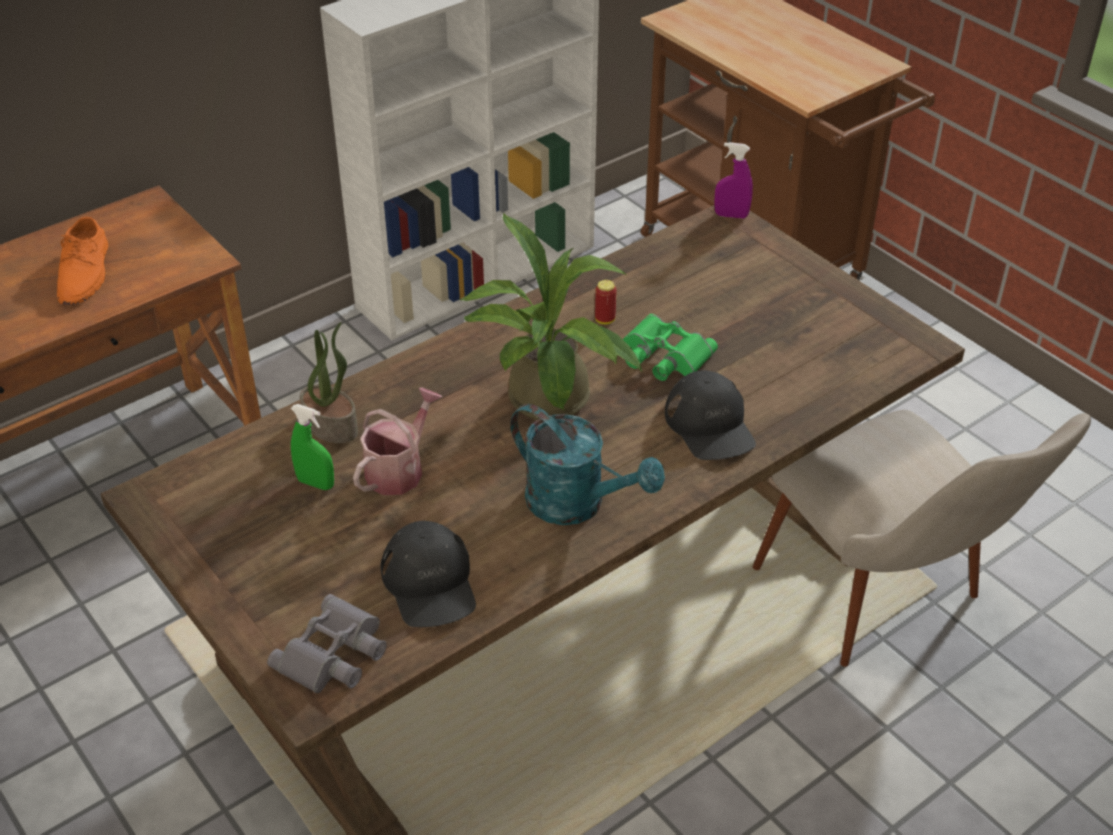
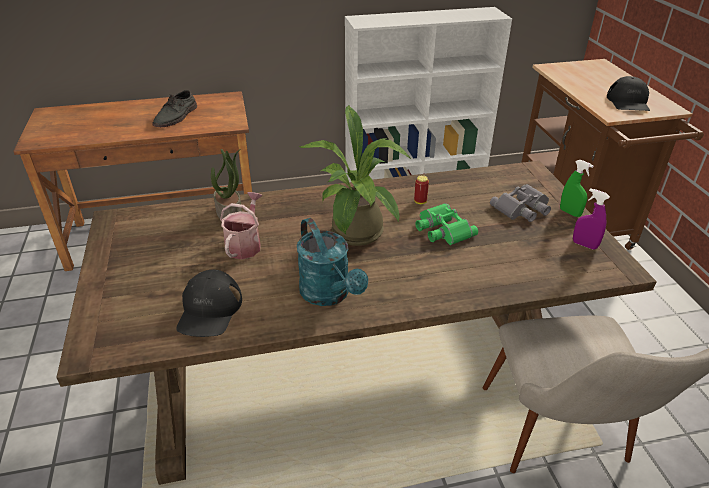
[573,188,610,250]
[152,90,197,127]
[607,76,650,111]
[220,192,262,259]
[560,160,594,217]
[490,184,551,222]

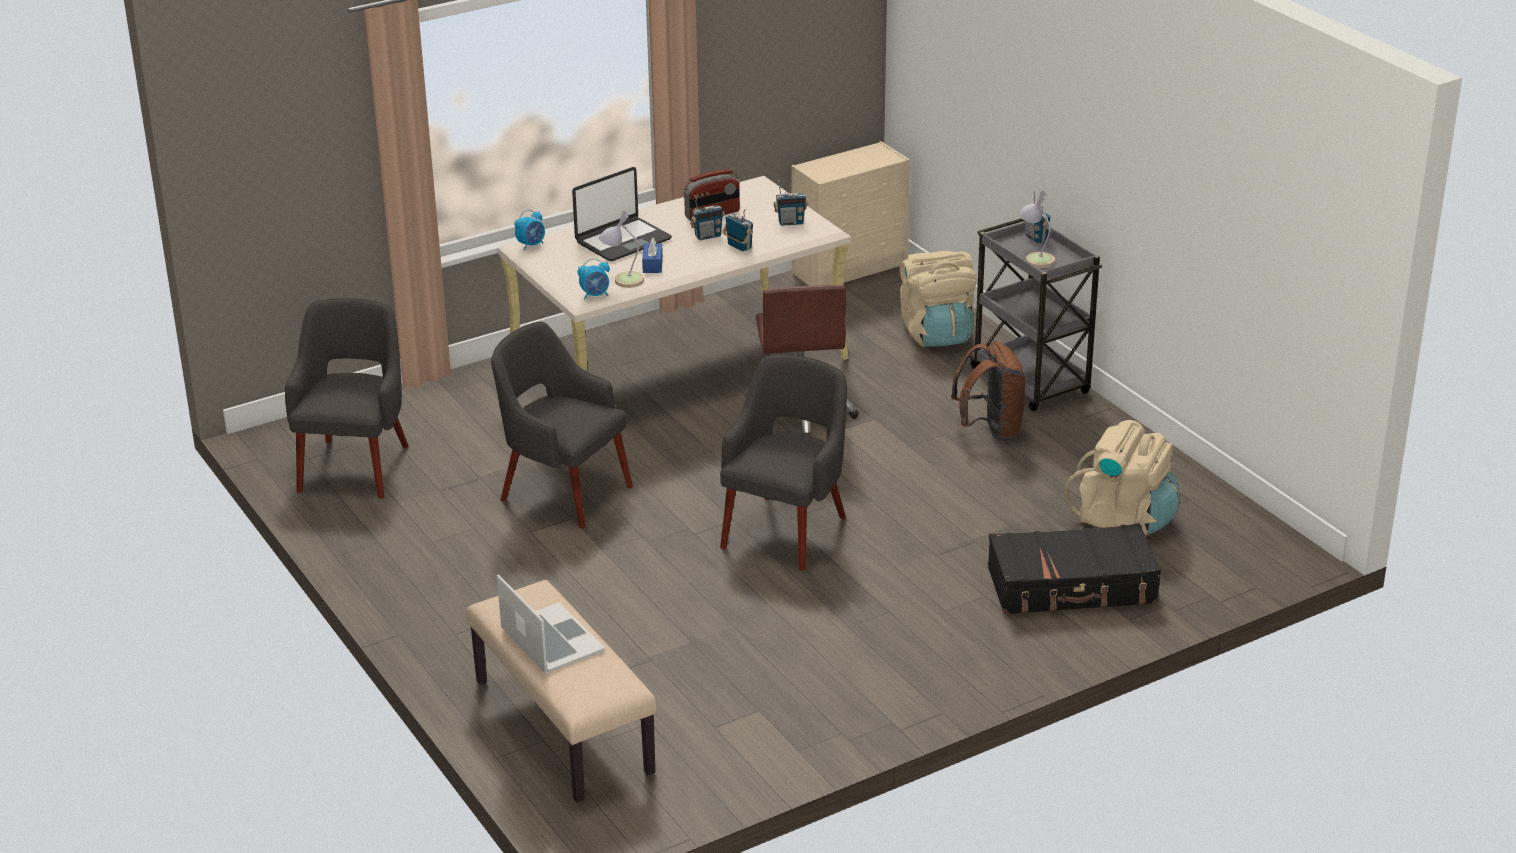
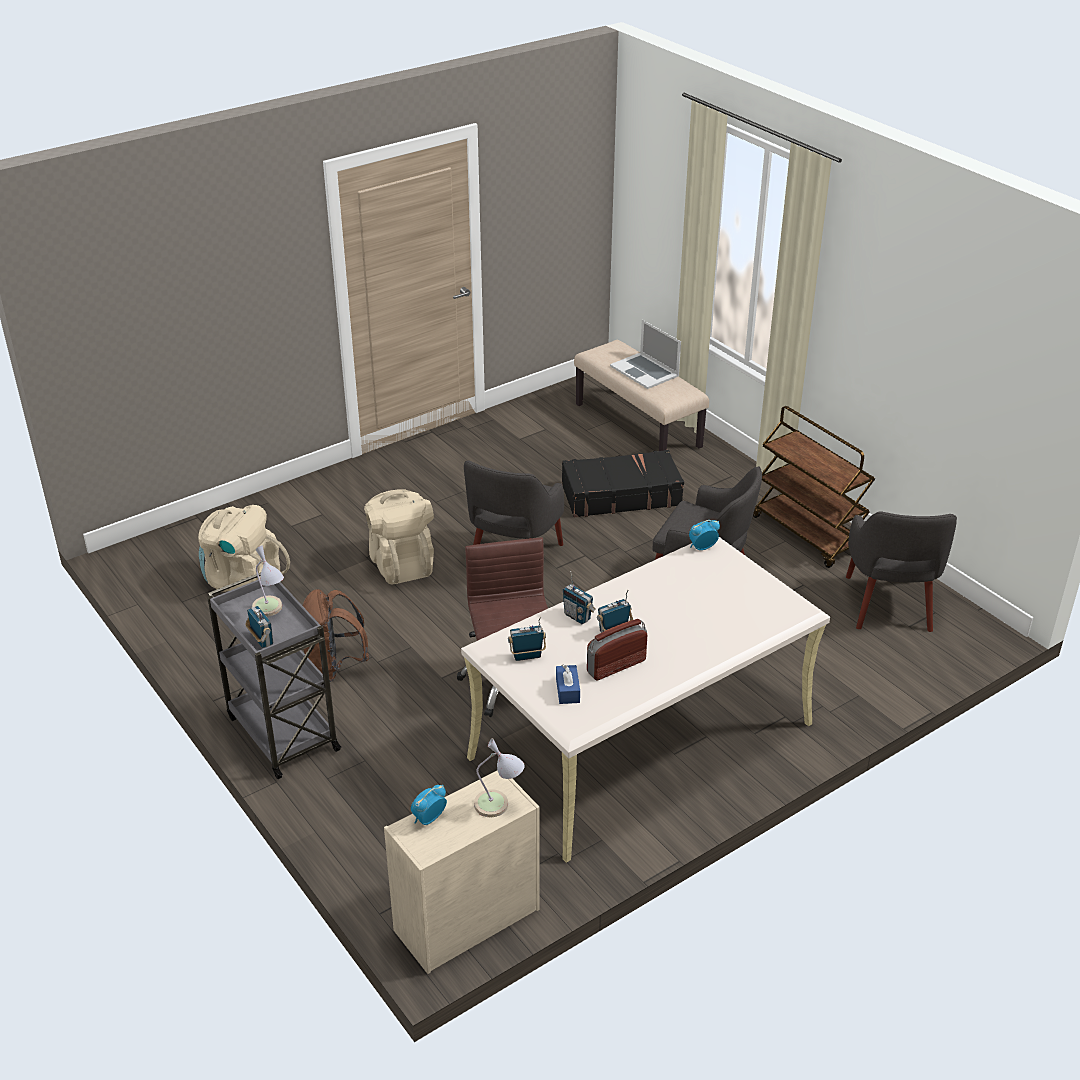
[572,167,672,261] (first image)
[411,785,447,825]
[474,738,525,817]
[556,664,580,704]
[364,489,434,584]
[562,450,684,517]
[753,406,875,568]

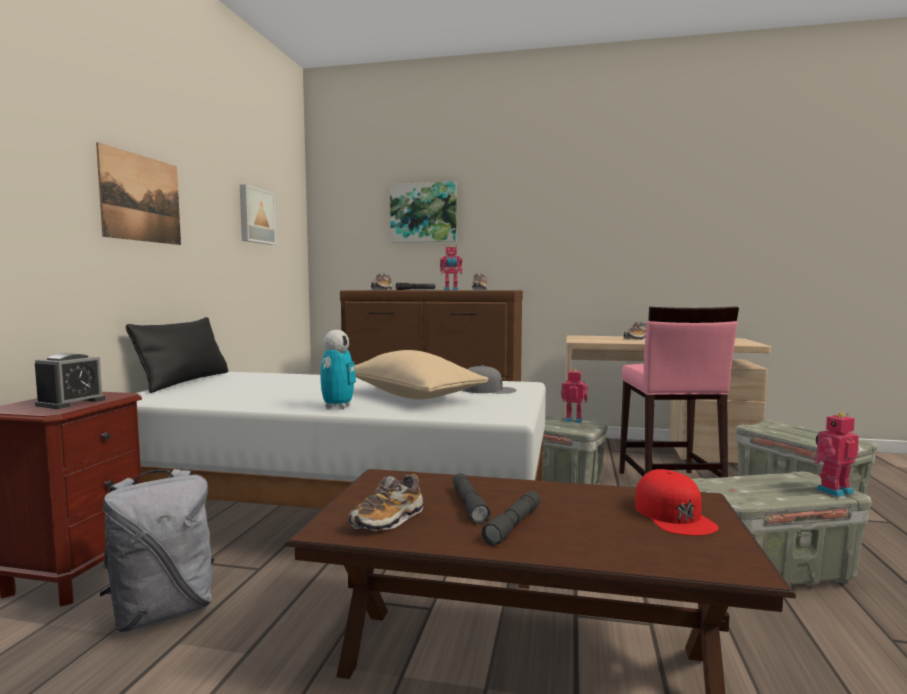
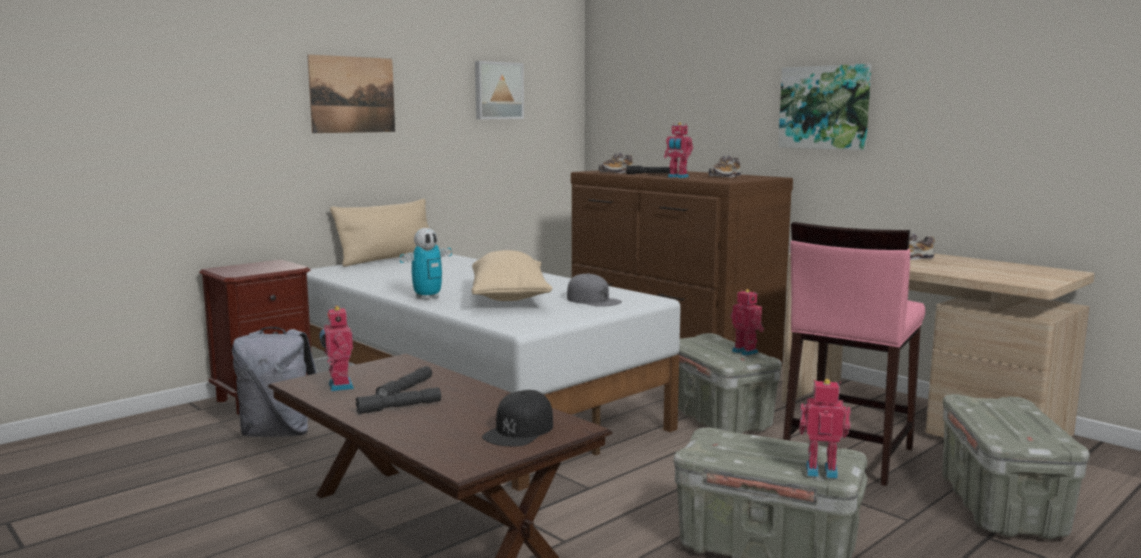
[778,64,872,150]
[330,199,429,267]
[35,353,105,409] (first image)
[482,390,553,446]
[319,305,354,391]

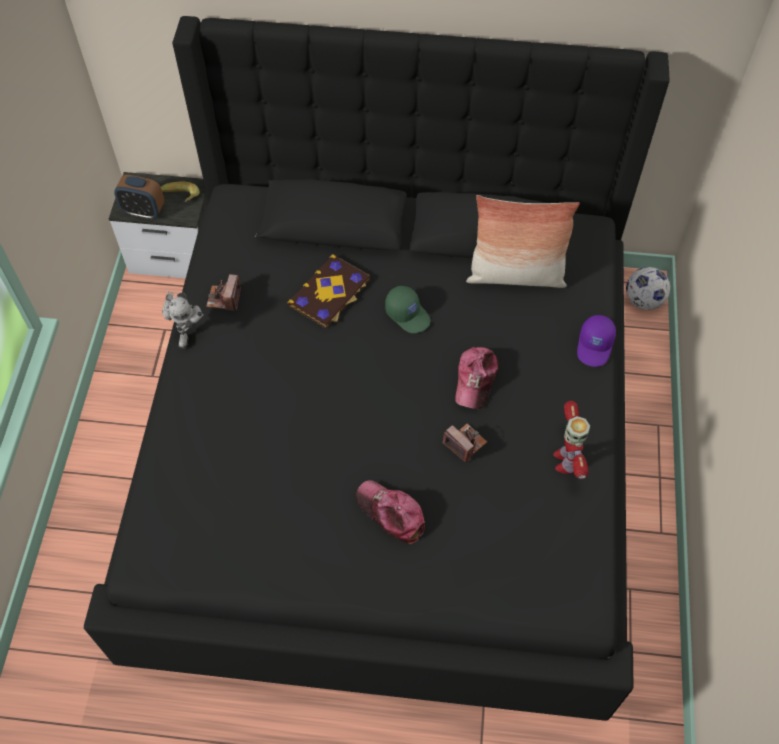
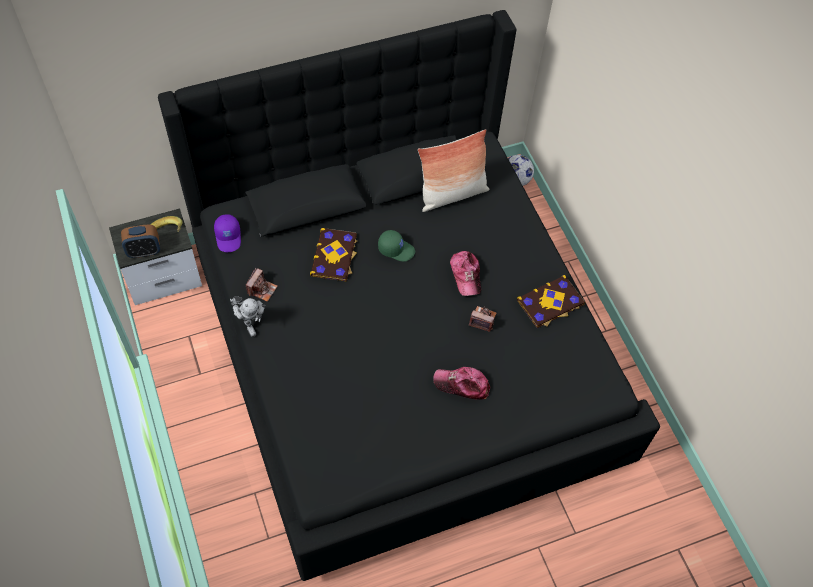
[246,268,278,302]
[214,214,241,252]
[517,275,585,328]

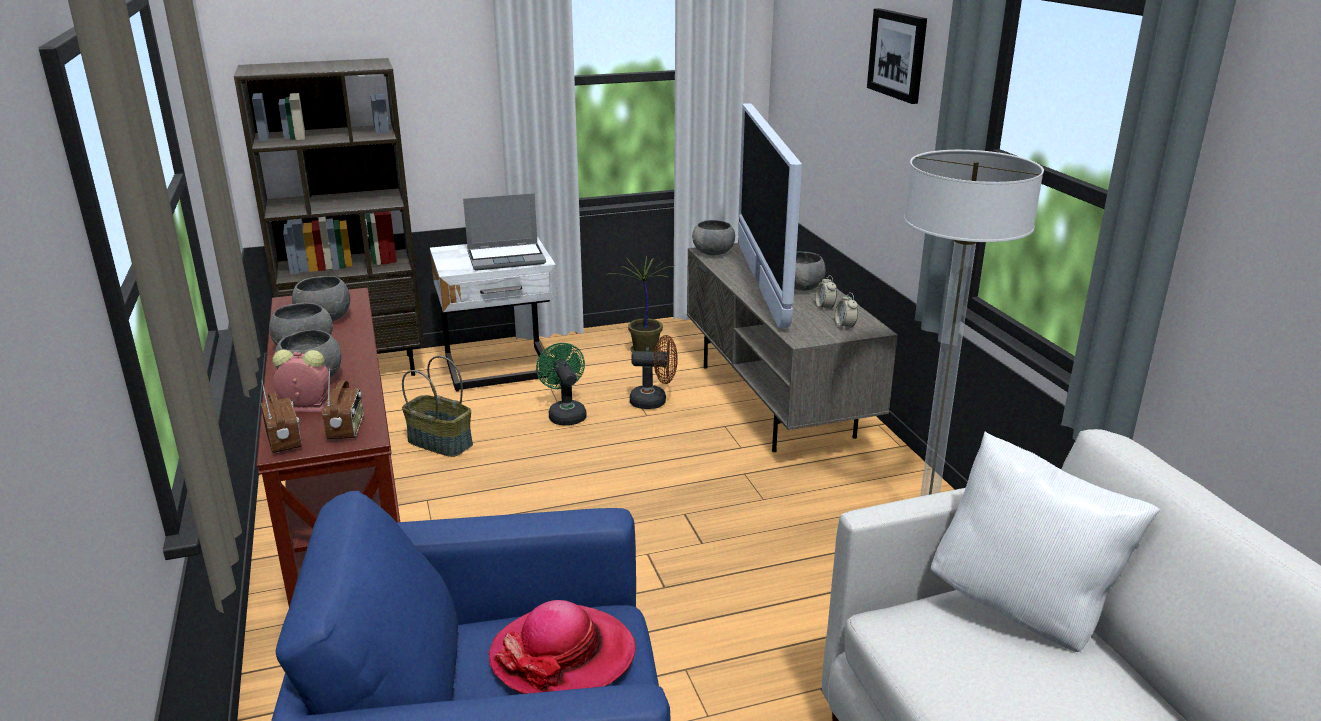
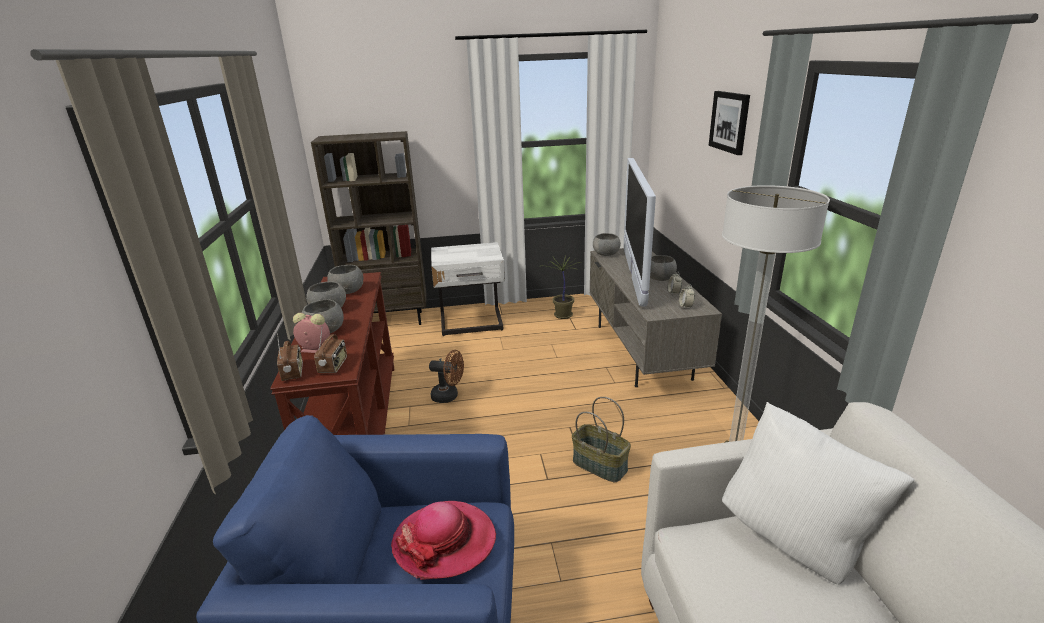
[463,193,546,271] (first image)
[429,350,464,403]
[536,343,586,426] (first image)
[572,397,631,482]

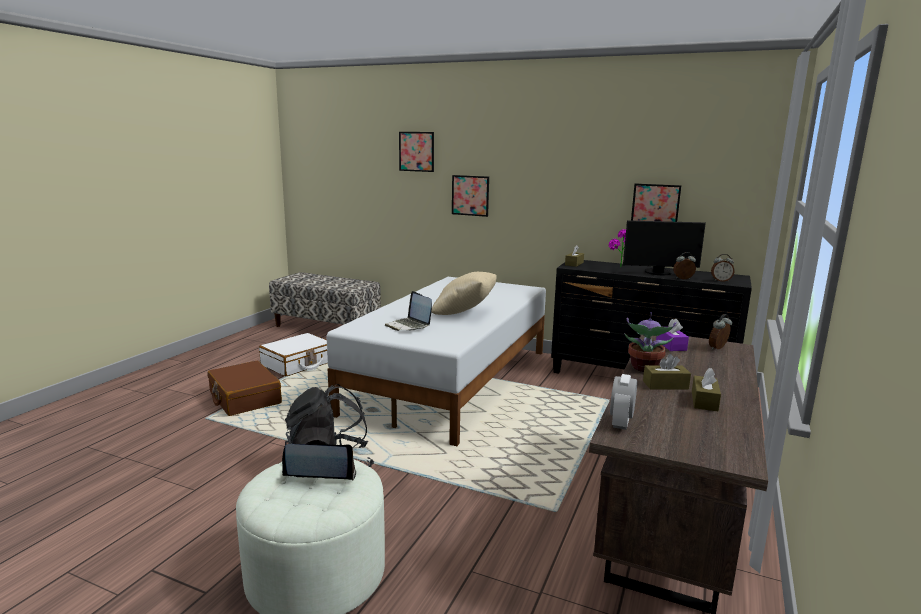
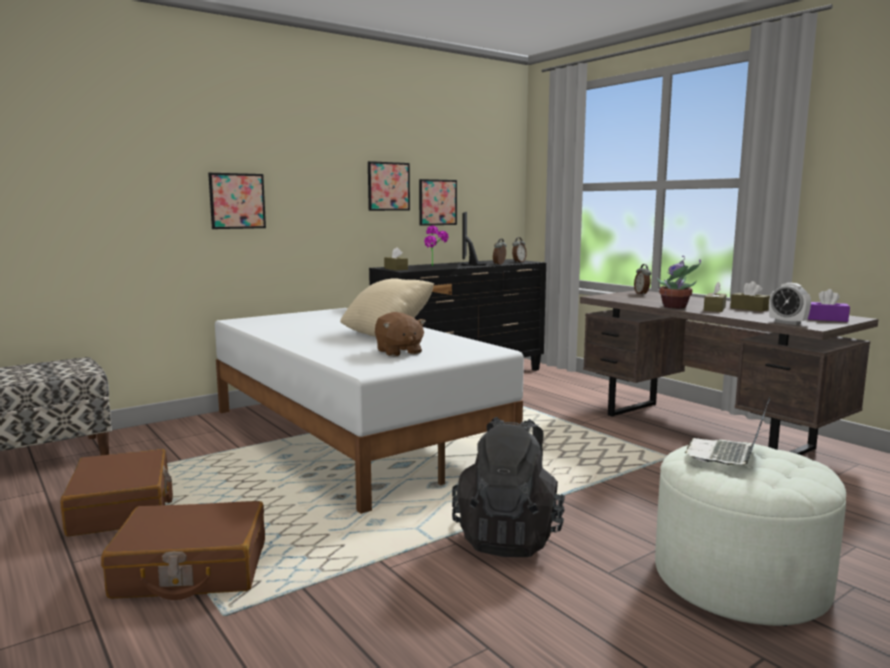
[368,161,410,211]
[461,212,487,266]
[375,312,426,357]
[808,289,850,322]
[61,449,173,536]

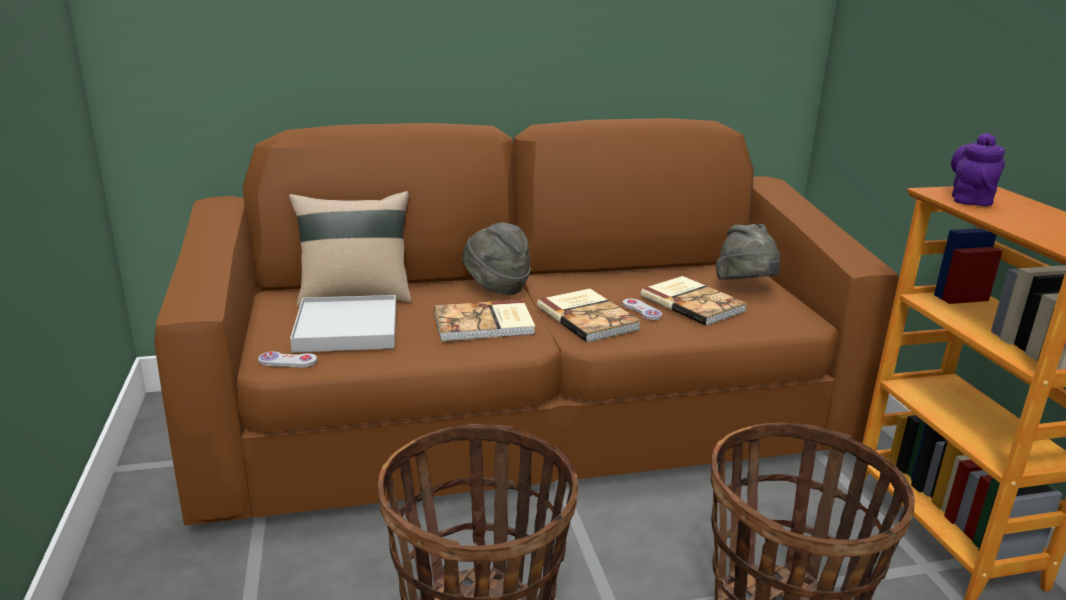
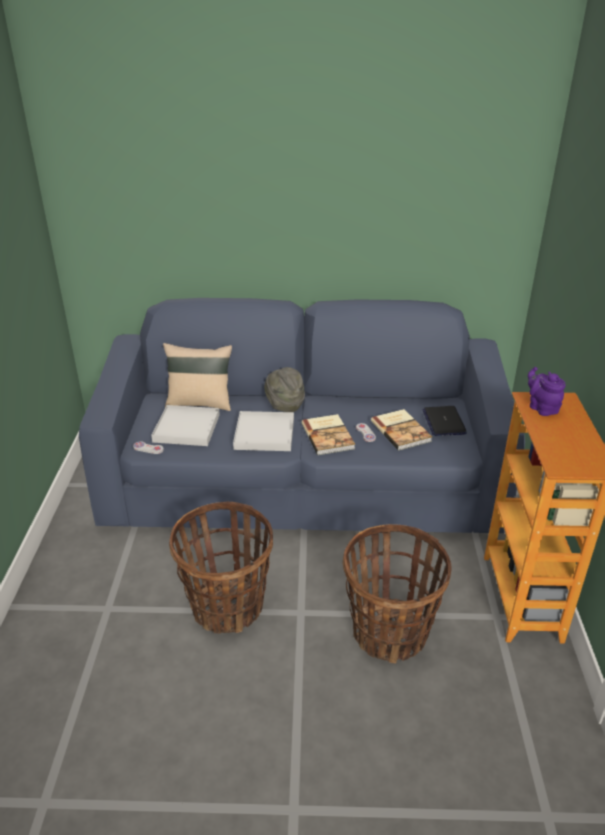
[79,298,525,533]
[528,367,566,416]
[422,406,467,436]
[233,411,294,451]

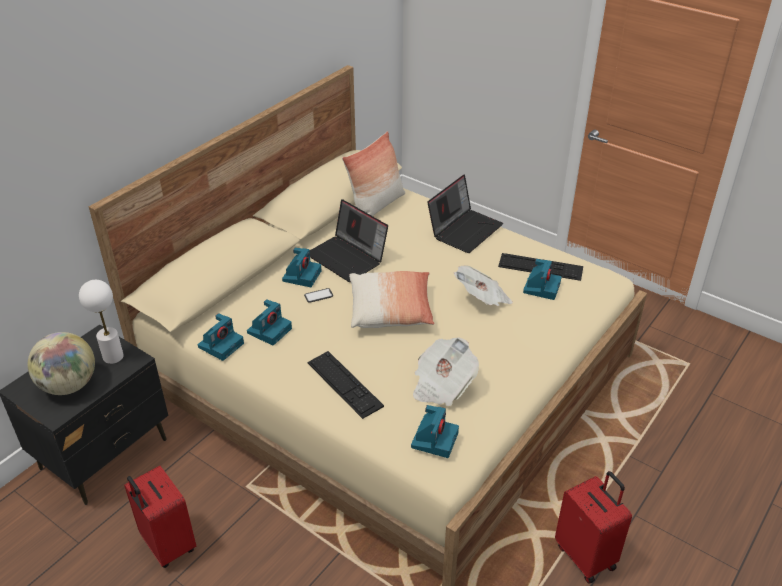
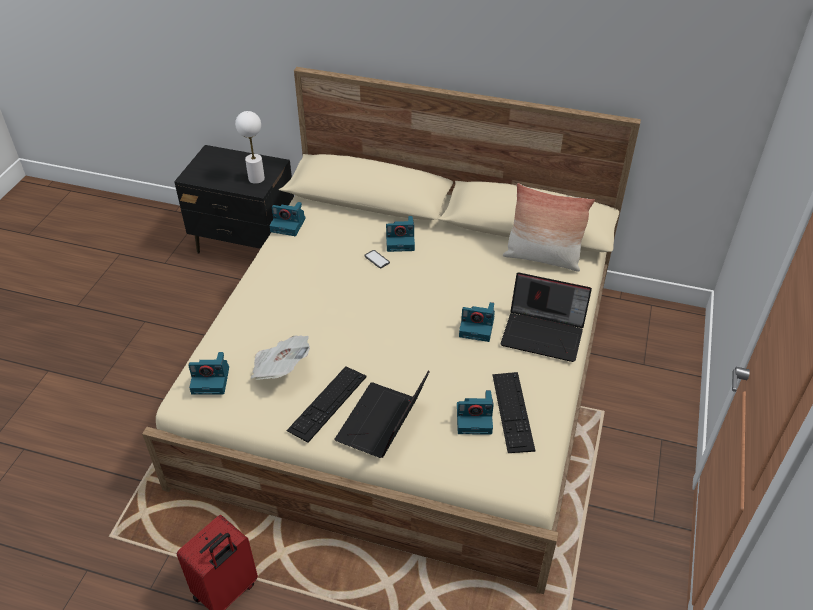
[334,370,430,458]
[454,265,513,306] (first image)
[349,271,435,328] (first image)
[459,302,495,342]
[28,332,95,395] (first image)
[287,366,366,443]
[124,466,196,568] (first image)

